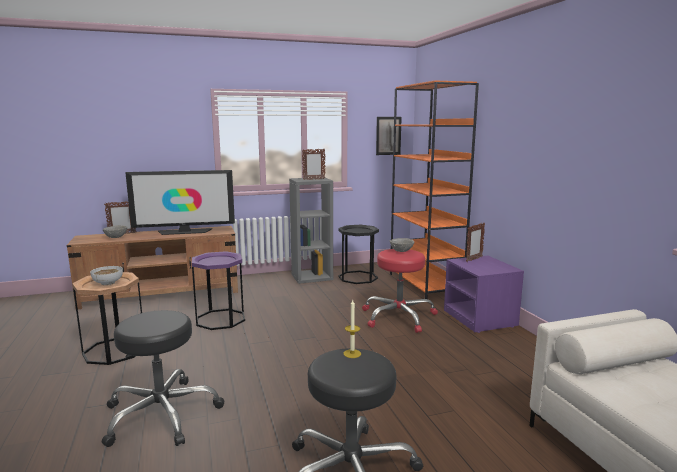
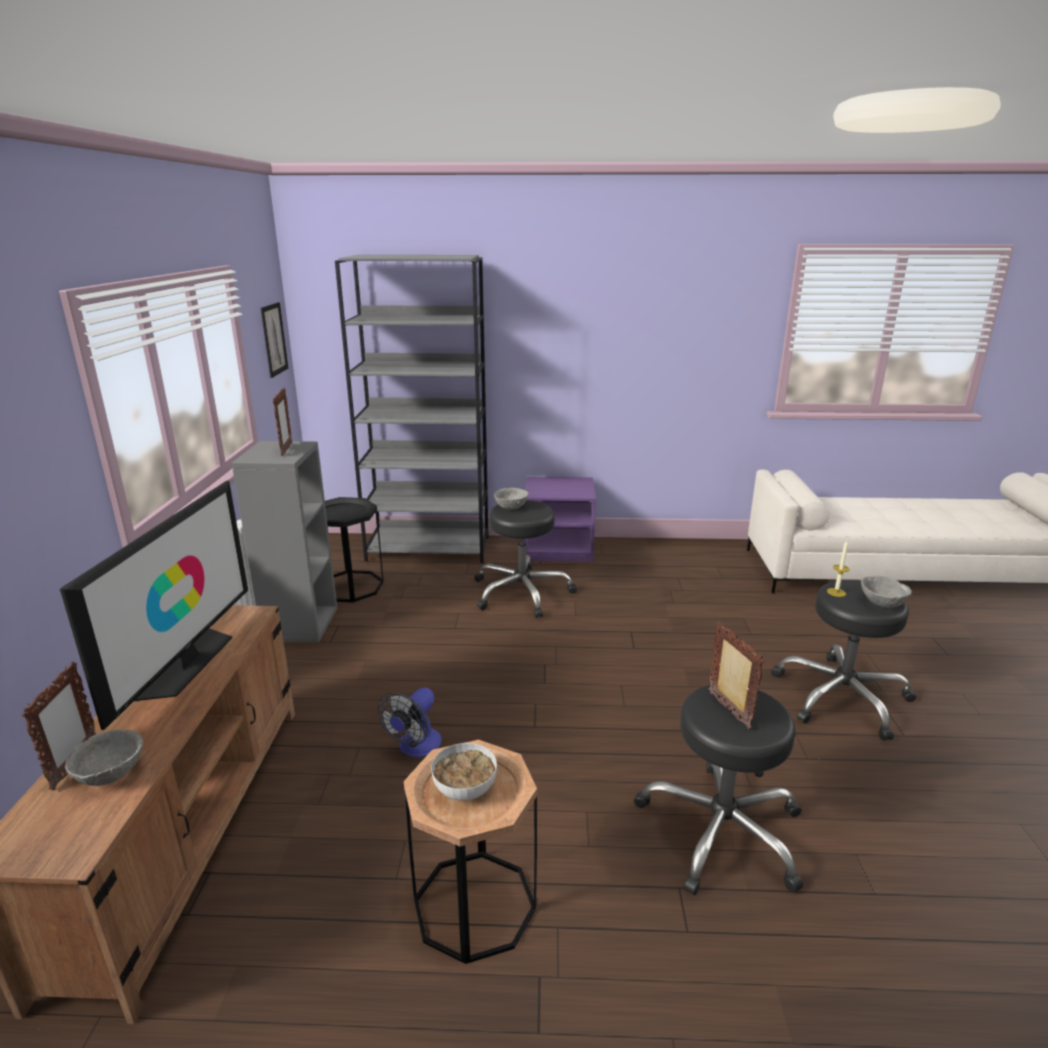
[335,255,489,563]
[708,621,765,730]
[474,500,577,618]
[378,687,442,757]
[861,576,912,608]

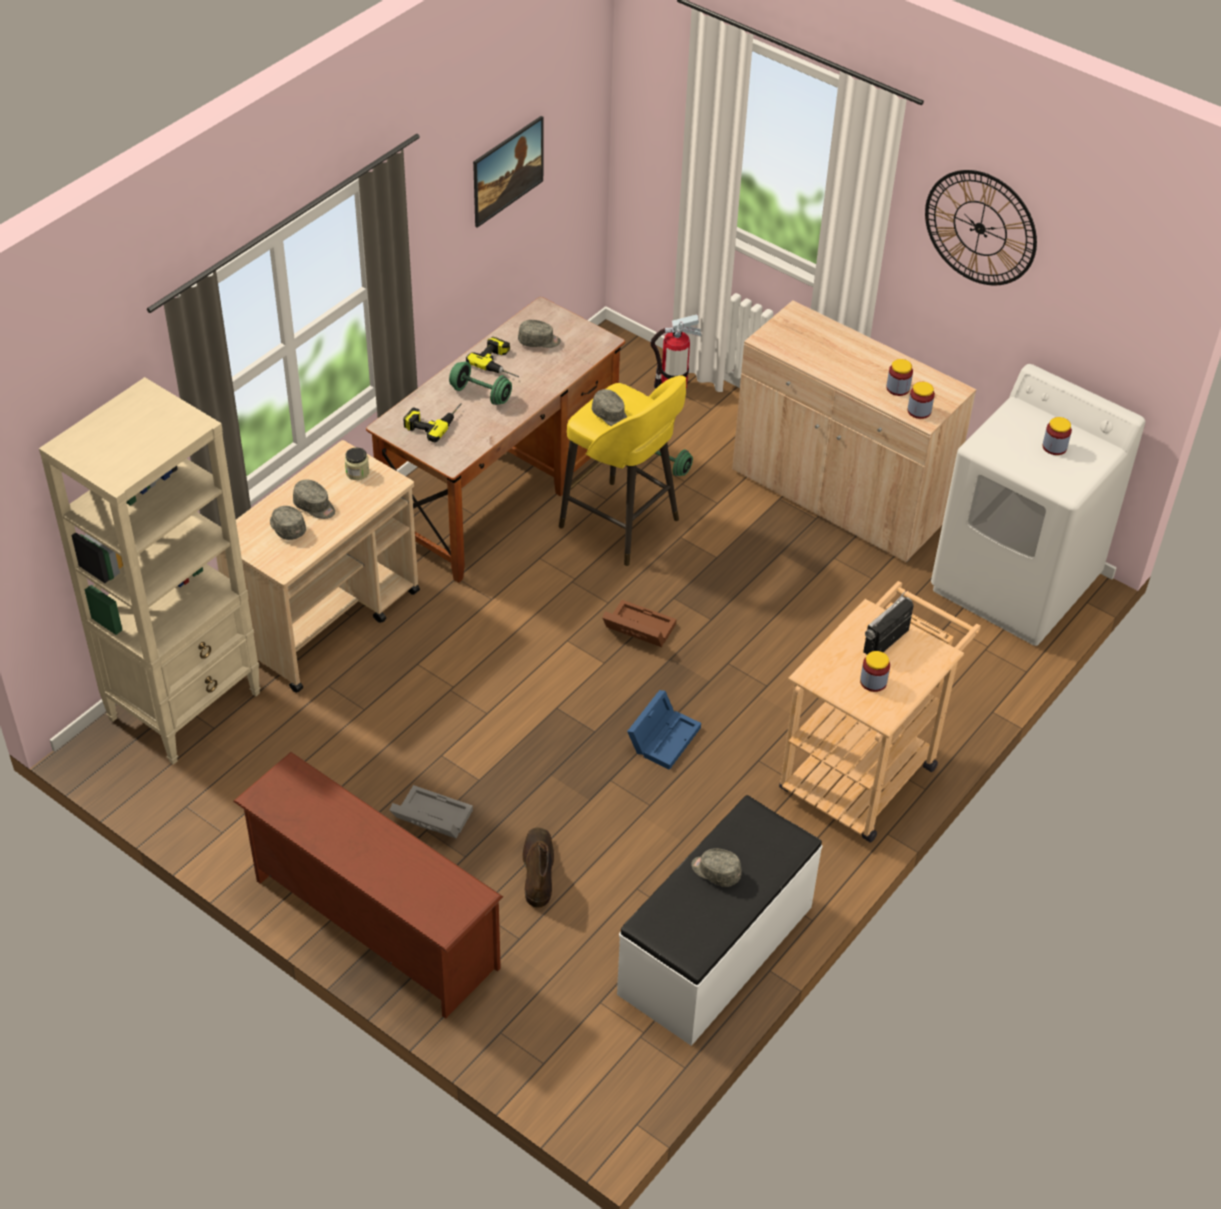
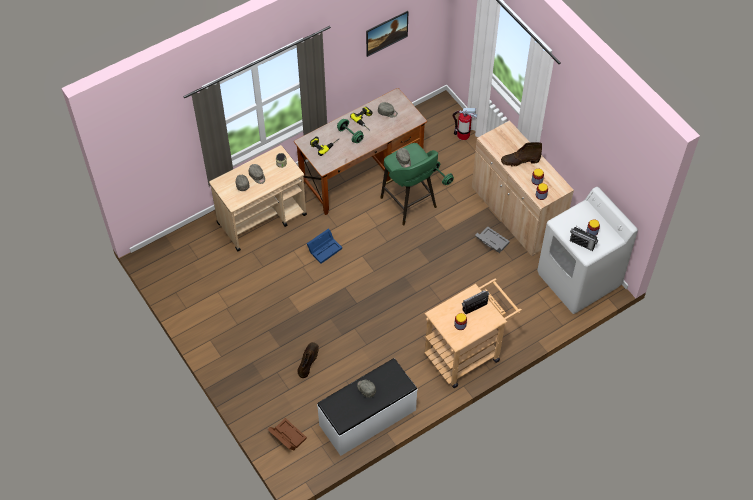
[925,170,1037,285] (first image)
[380,143,438,225]
[39,377,261,765] (first image)
[268,418,307,450]
[307,229,342,264]
[233,752,503,1018] (first image)
[475,227,510,253]
[501,142,542,166]
[570,227,598,251]

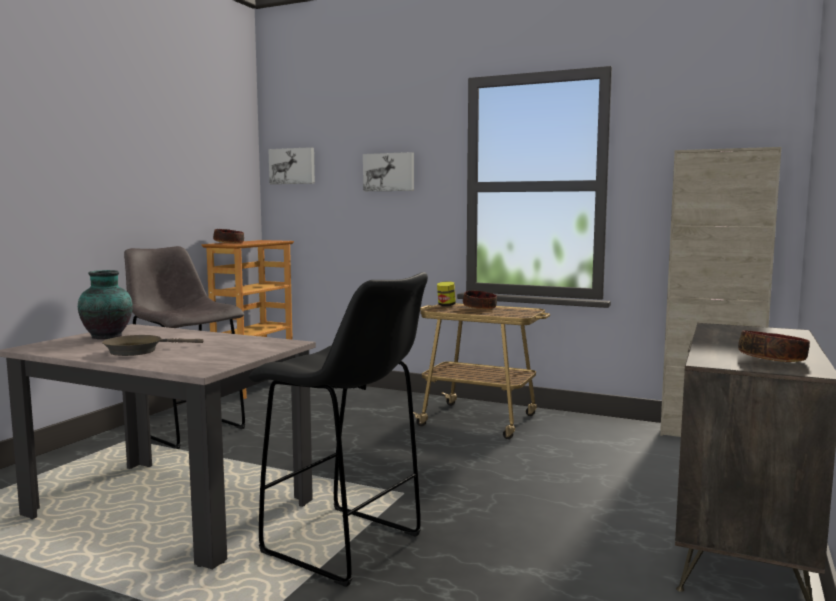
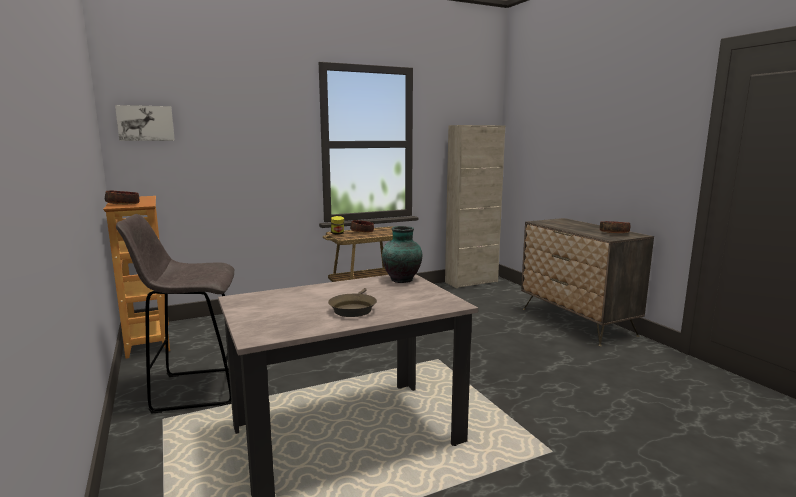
[363,152,414,191] (first image)
[382,226,422,283]
[248,272,428,587] (first image)

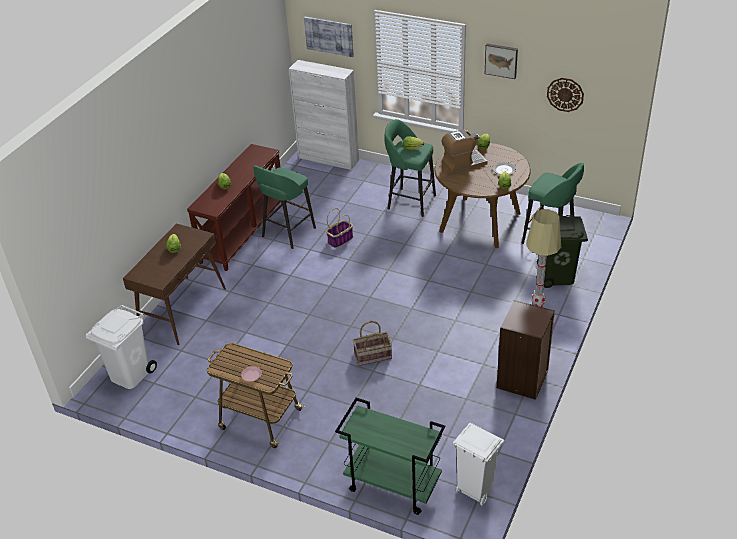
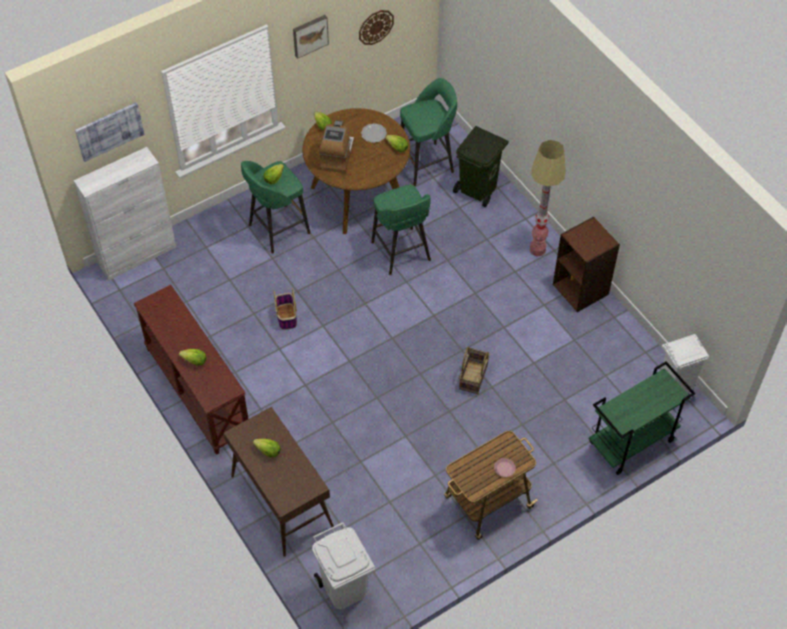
[371,184,431,275]

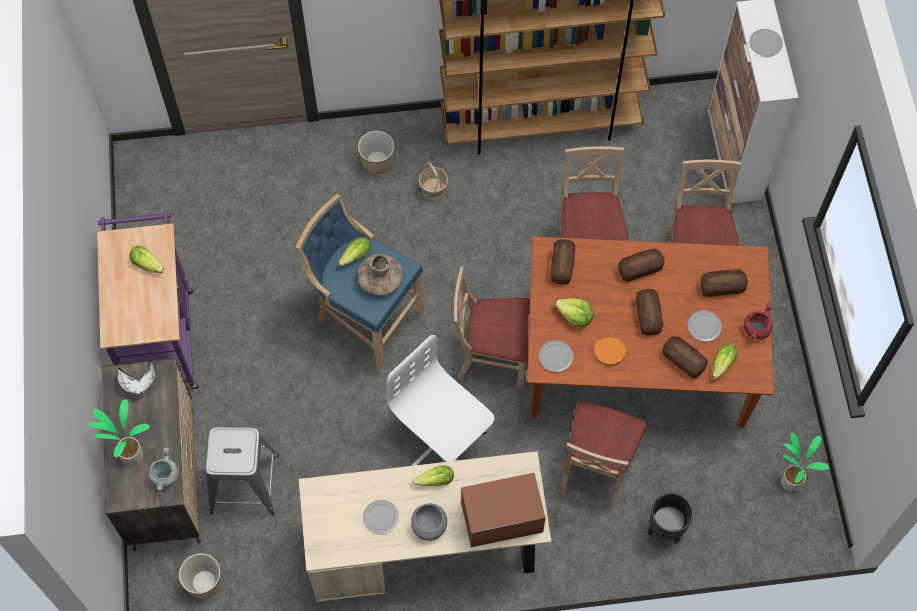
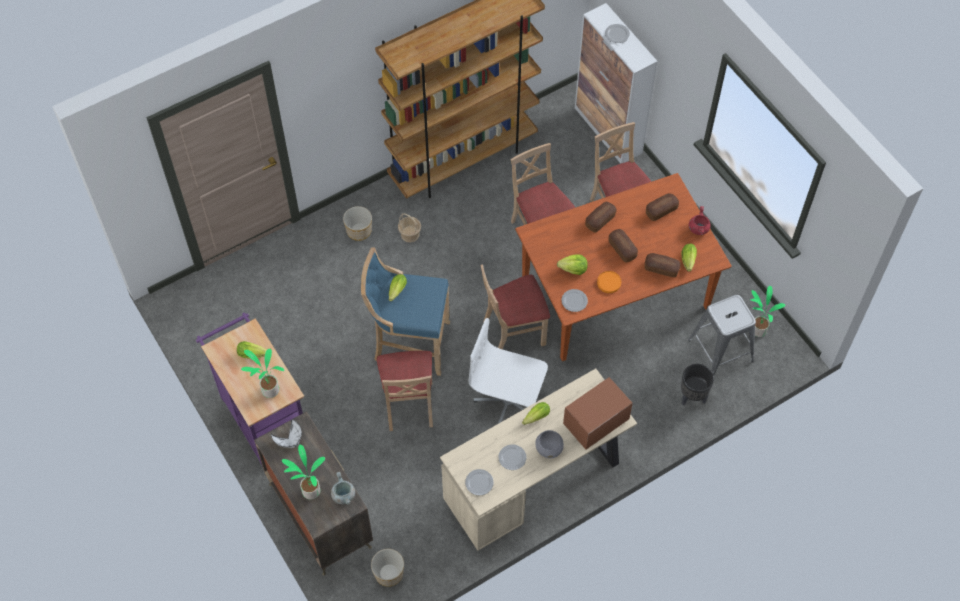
[551,239,575,284] (first image)
[358,254,403,295] (first image)
[465,469,494,495]
[377,351,433,431]
[688,295,756,375]
[241,349,284,398]

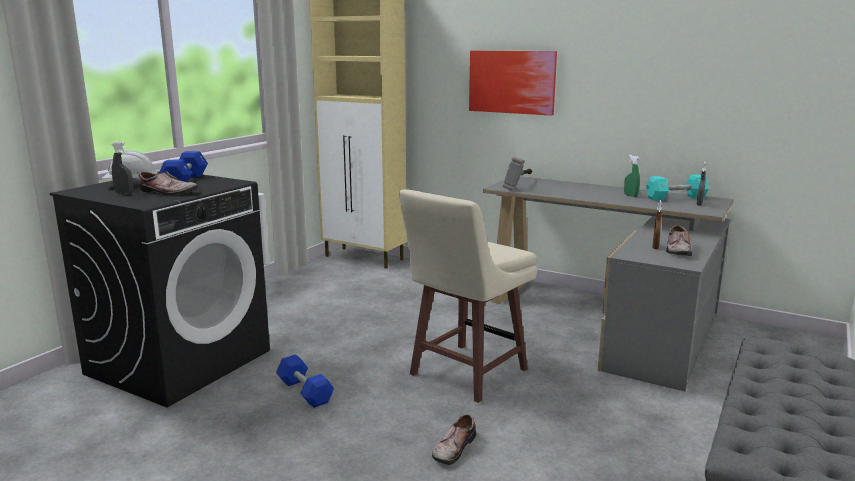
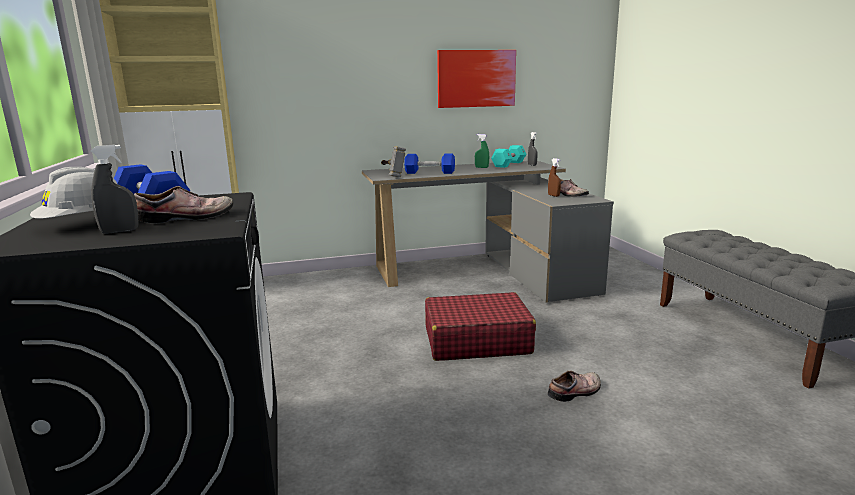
[437,50,516,108]
[425,292,536,361]
[404,153,455,174]
[548,371,601,402]

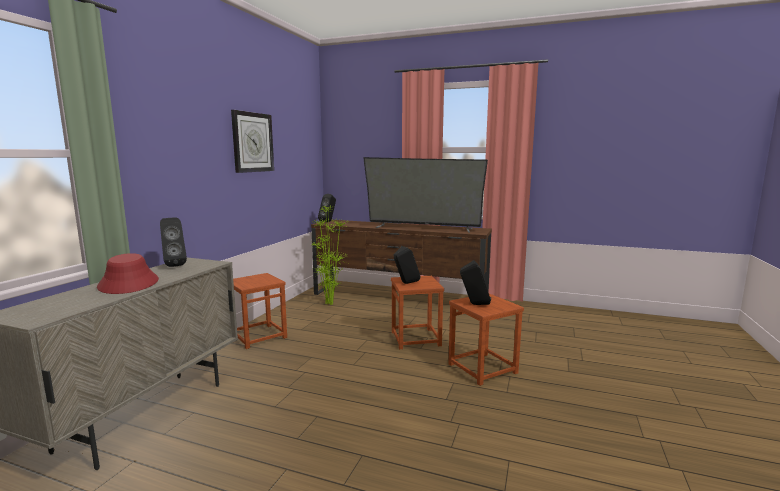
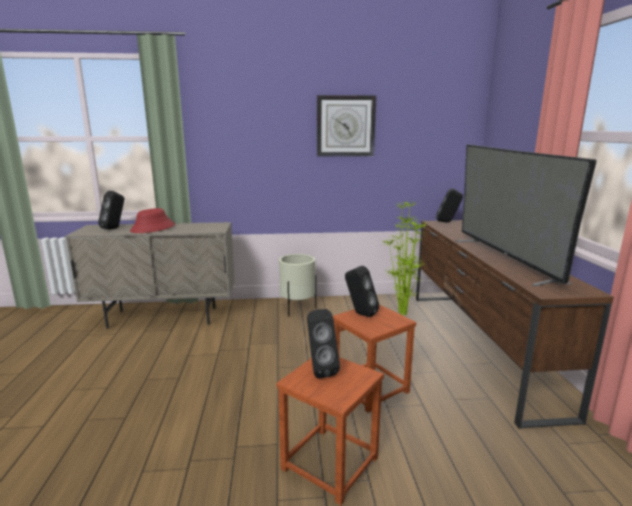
[98,191,124,229]
[279,254,316,316]

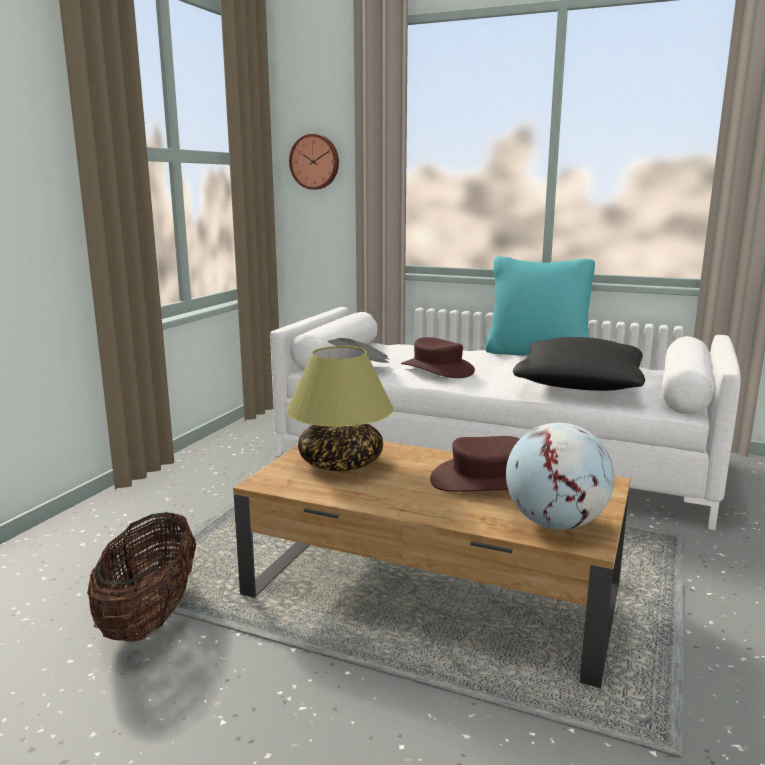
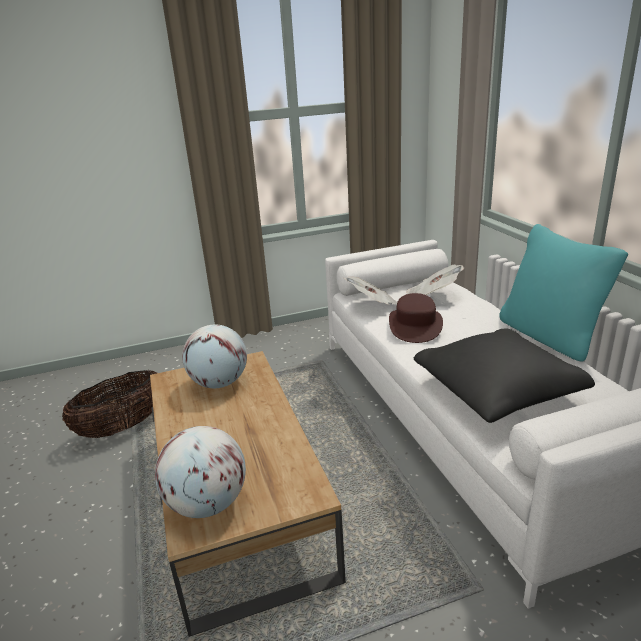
[289,134,339,190] (first image)
[182,324,247,388]
[430,436,519,492] (first image)
[406,264,464,295]

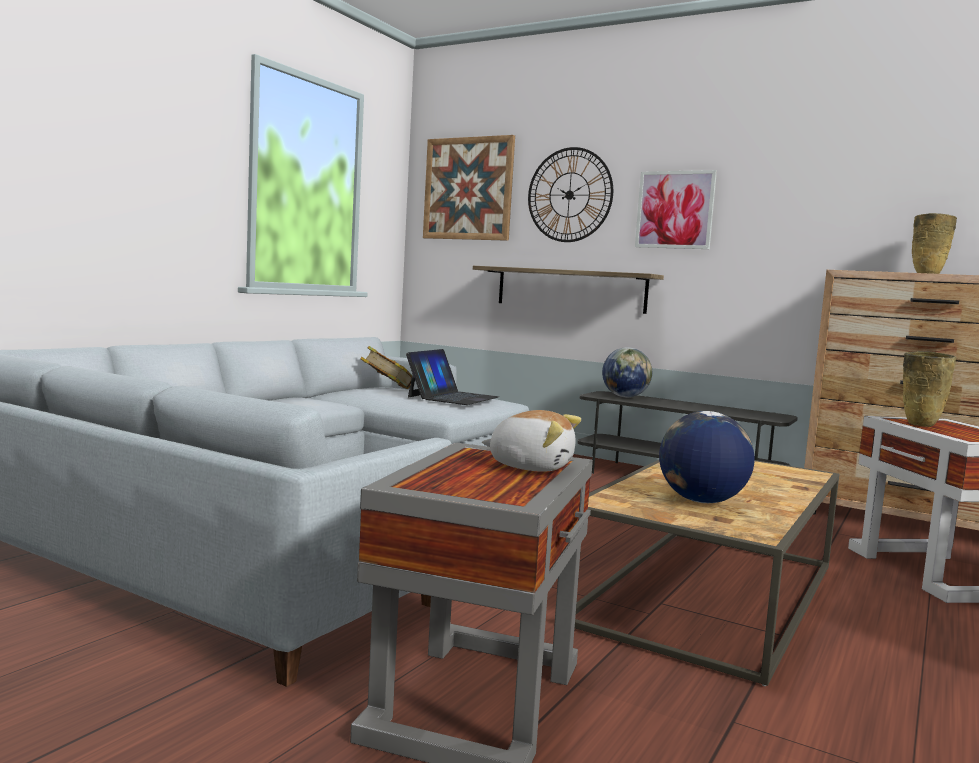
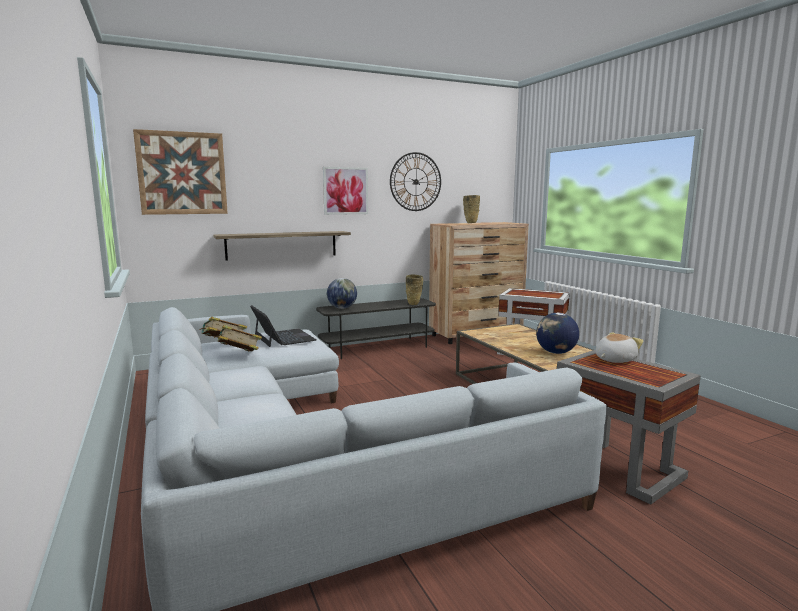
[390,152,441,211]
[406,275,423,305]
[214,325,262,351]

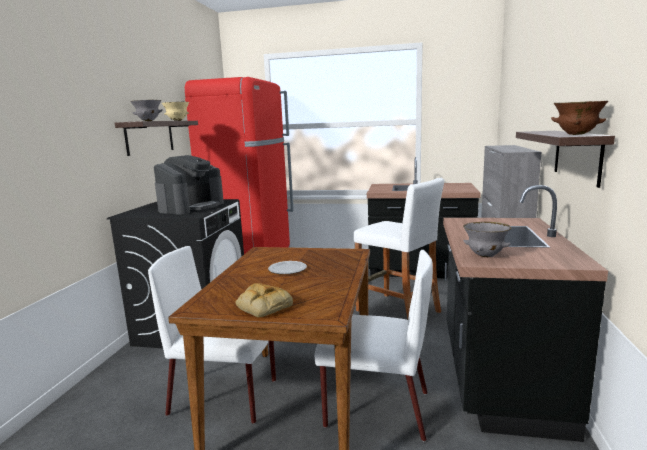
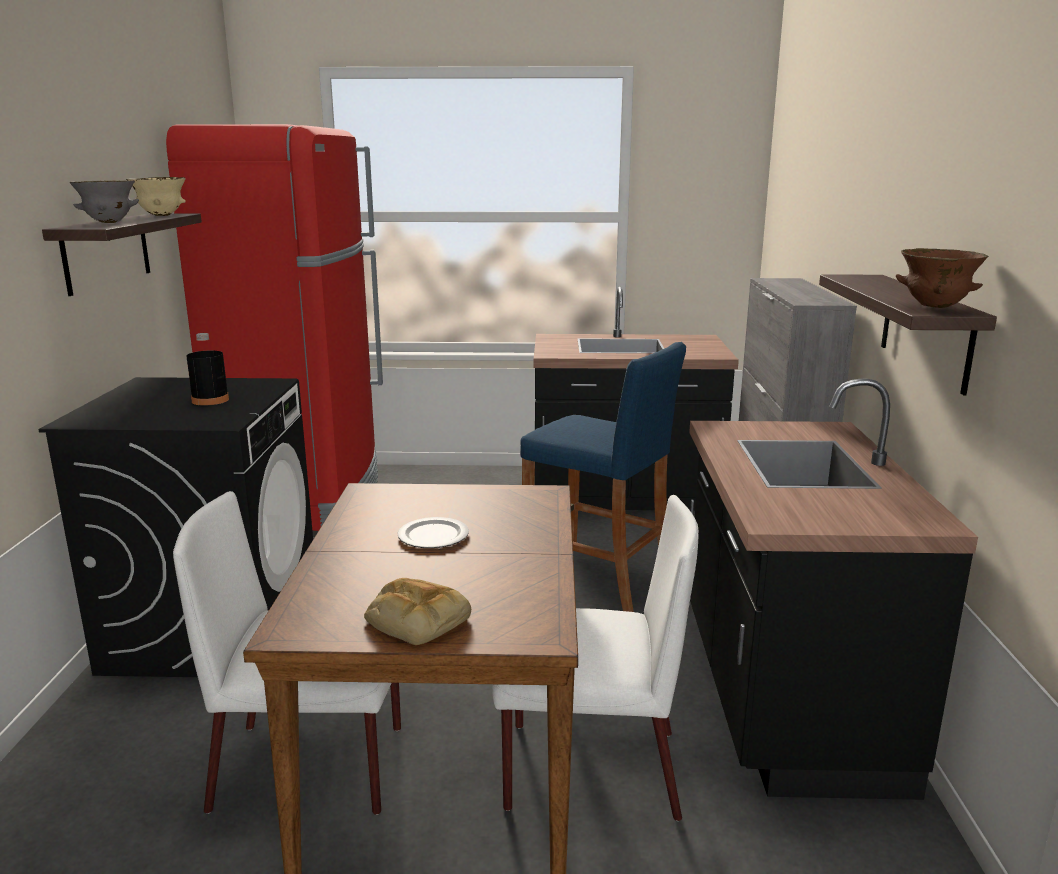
[186,333,229,406]
[520,342,686,612]
[463,222,511,257] (first image)

